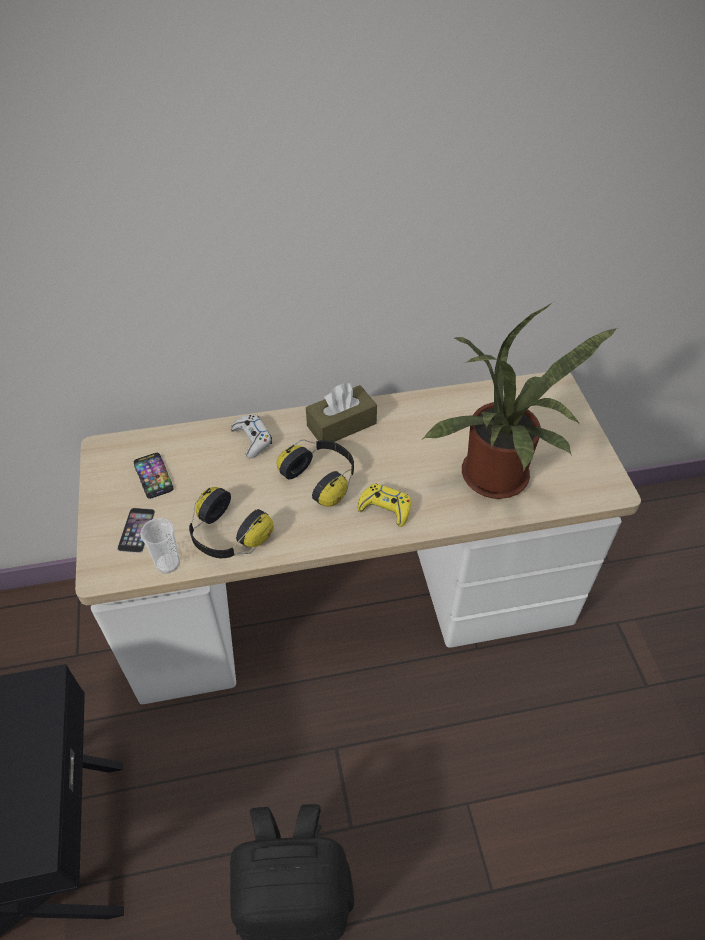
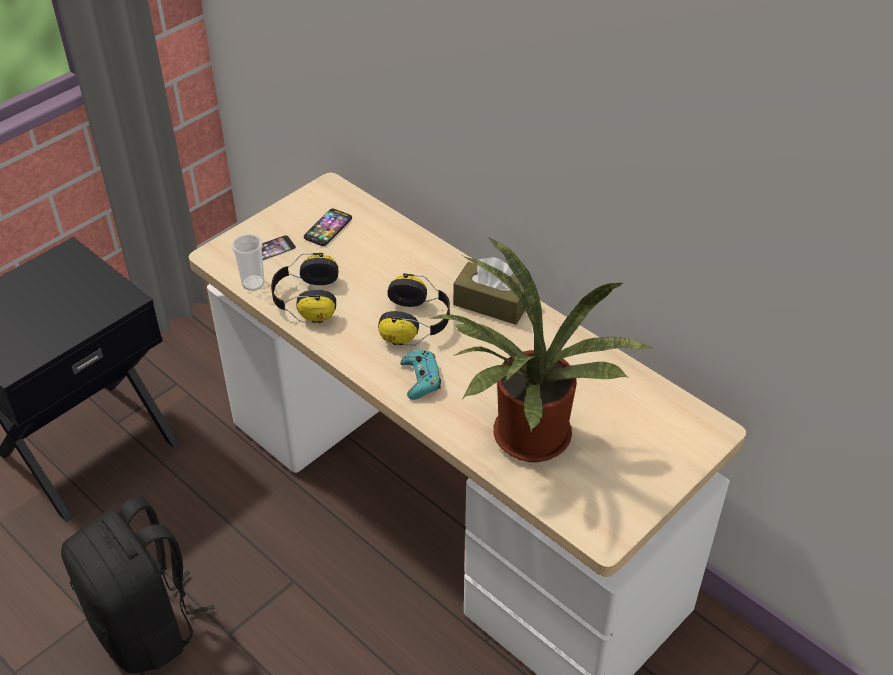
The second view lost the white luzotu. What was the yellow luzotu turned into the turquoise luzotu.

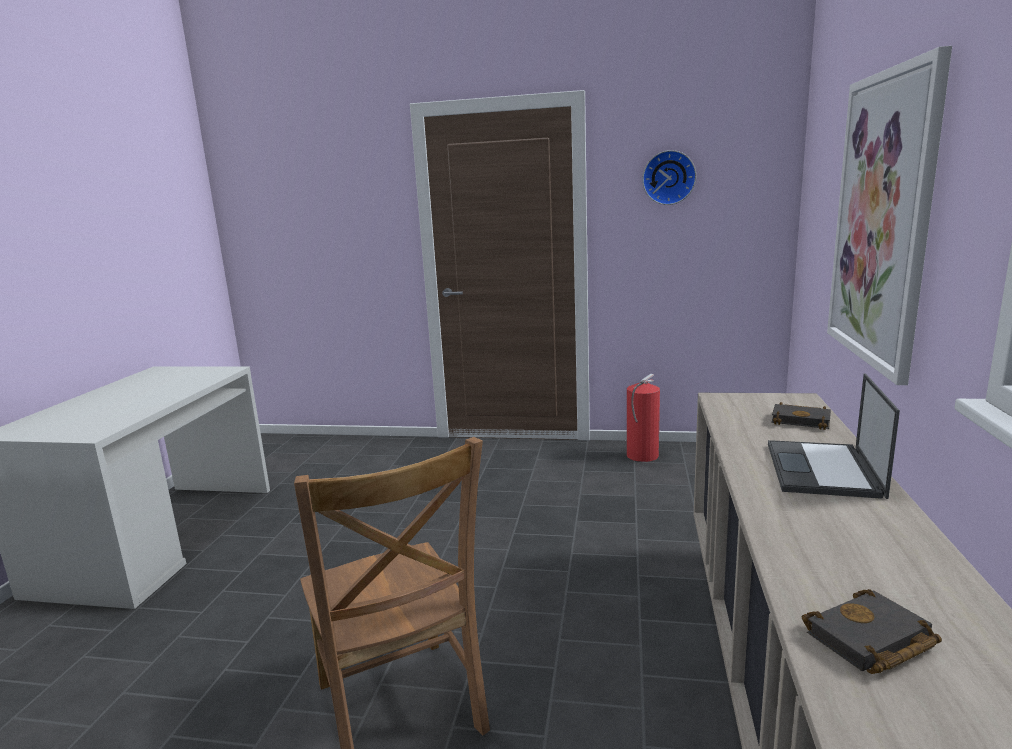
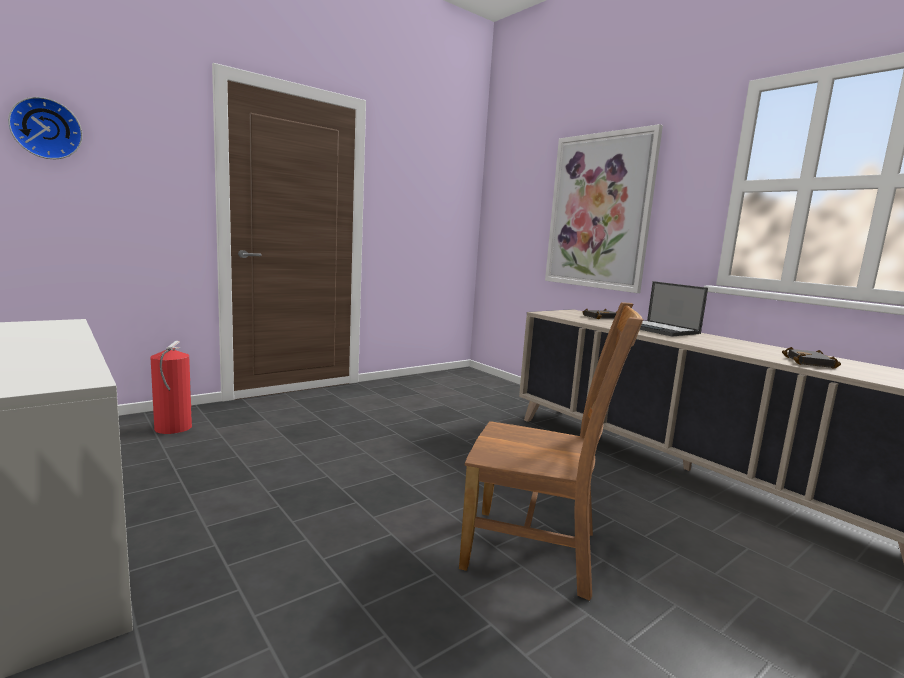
The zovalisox ended up elsewhere. The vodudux ended up elsewhere.

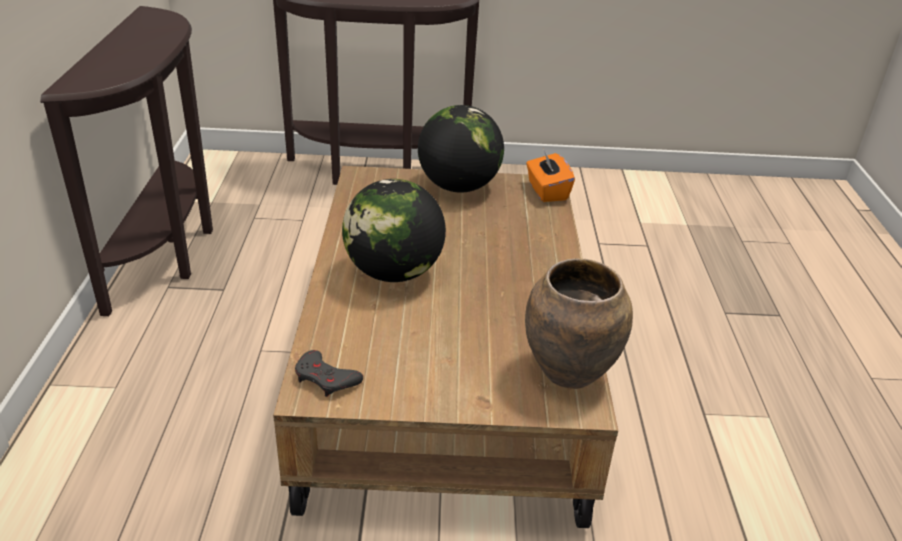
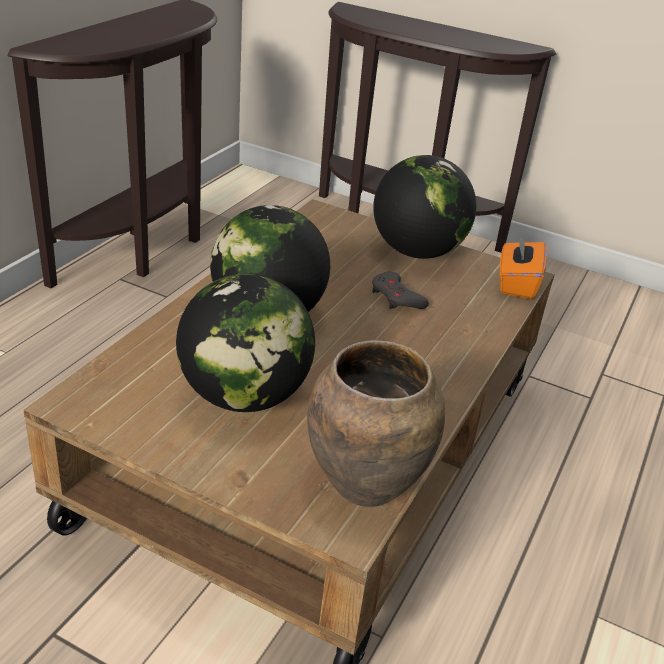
The grey luzotu ended up elsewhere. The second view gained the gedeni (no. 1 from left).

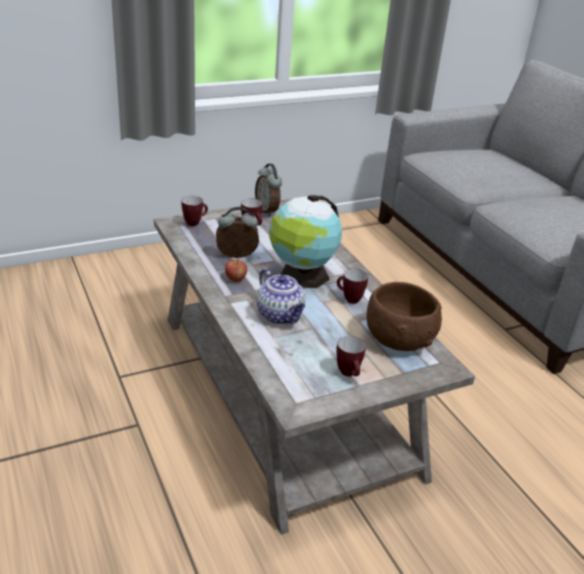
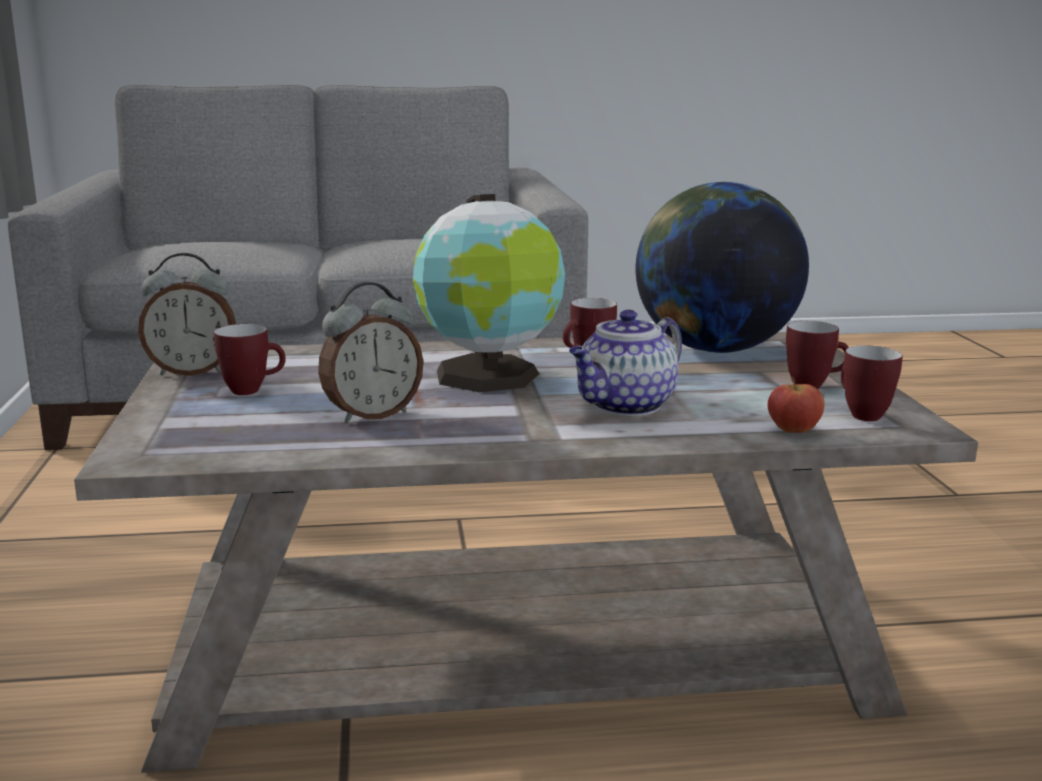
The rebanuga (no. 1 from left in the first image) ended up elsewhere. The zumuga (no. 1 from left in the first image) ended up facing another way, 135 degrees counterclockwise from before. The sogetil ended up elsewhere. The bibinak ended up facing another way, 150 degrees clockwise from before. Where the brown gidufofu stood, the gedeni (no. 2 from left) came to stand.

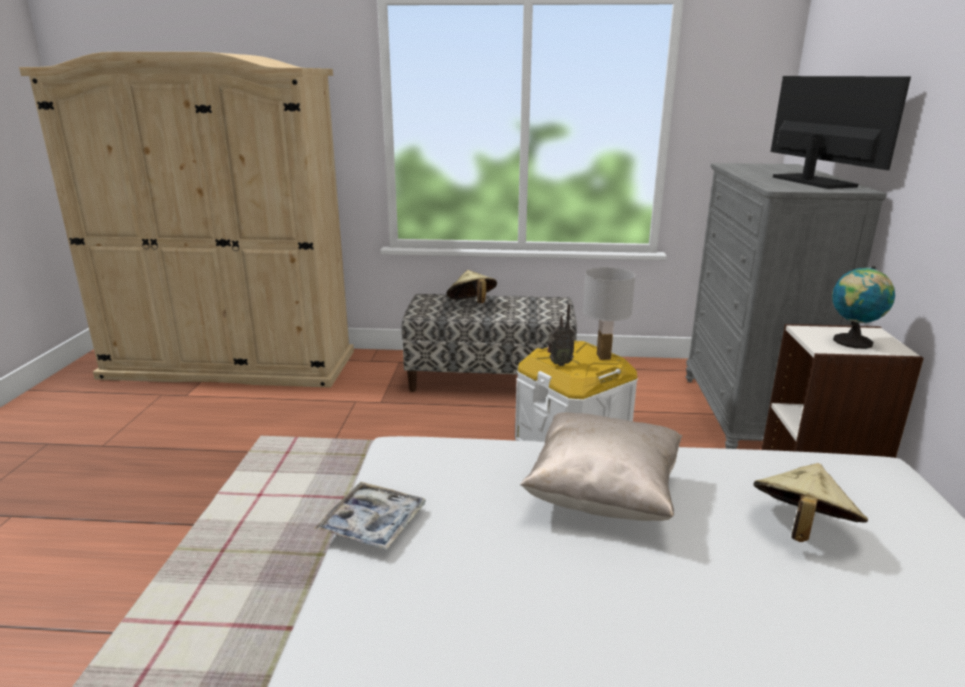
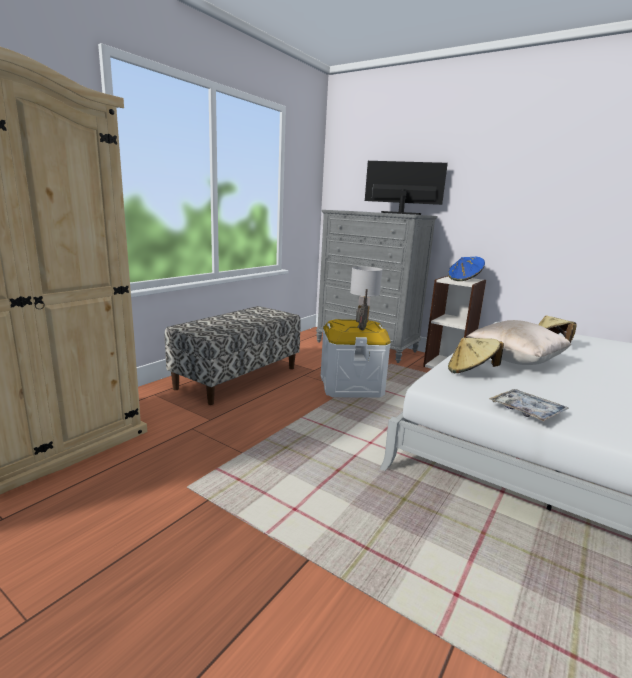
The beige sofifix (no. 1 from left) ended up elsewhere. Where the gedeni stood, the blue sofifix came to stand.

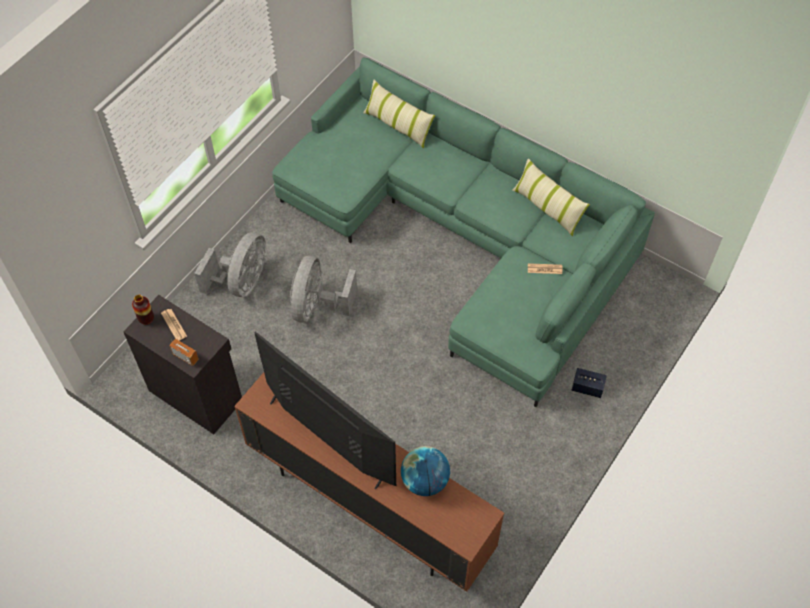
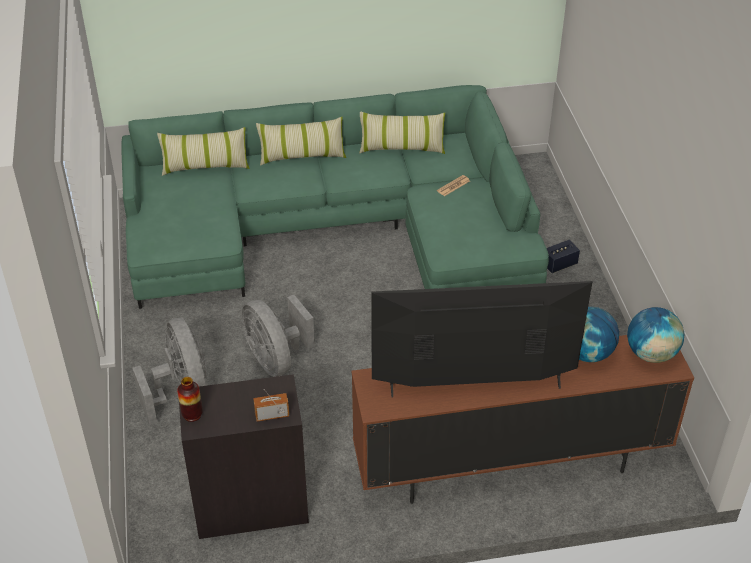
The second view lost the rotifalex (no. 1 from left). The second view gained the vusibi (no. 2 from left). The second view gained the gedeni (no. 2 from left).

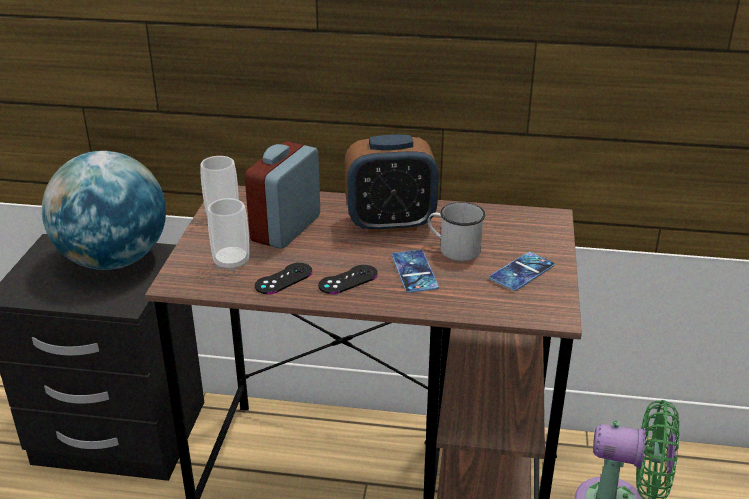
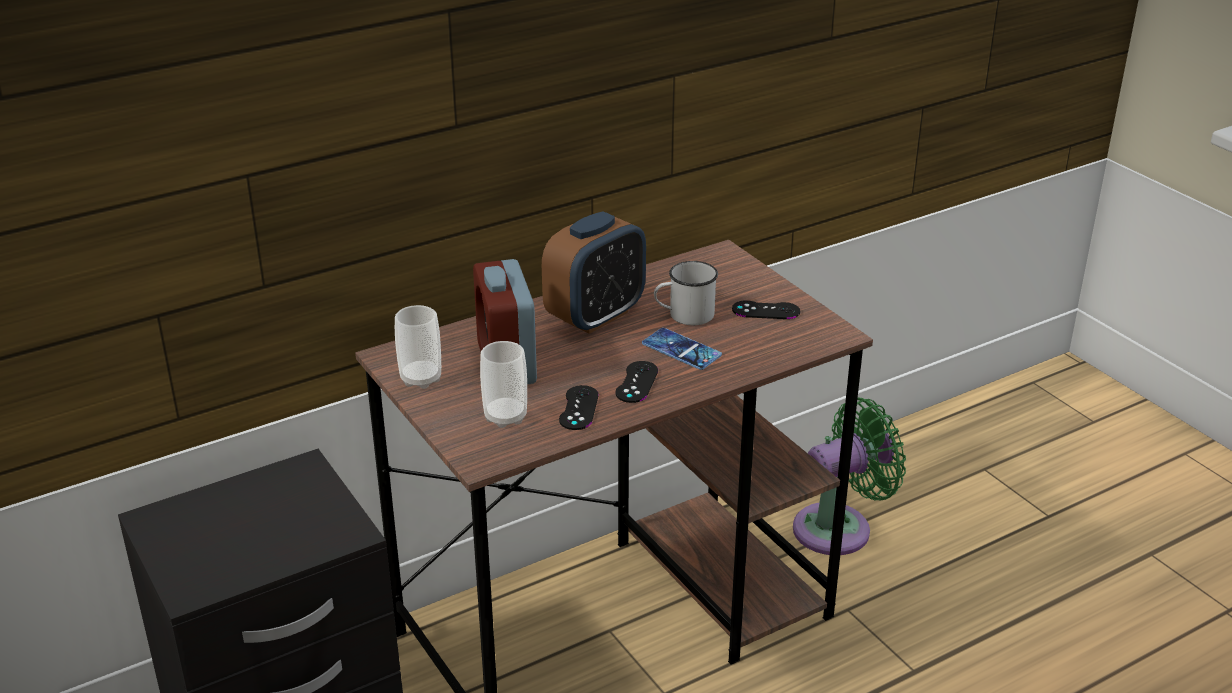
The second view lost the gedeni. Where the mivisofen (no. 2 from left) stood, the black luzotu (no. 3 from left) came to stand.

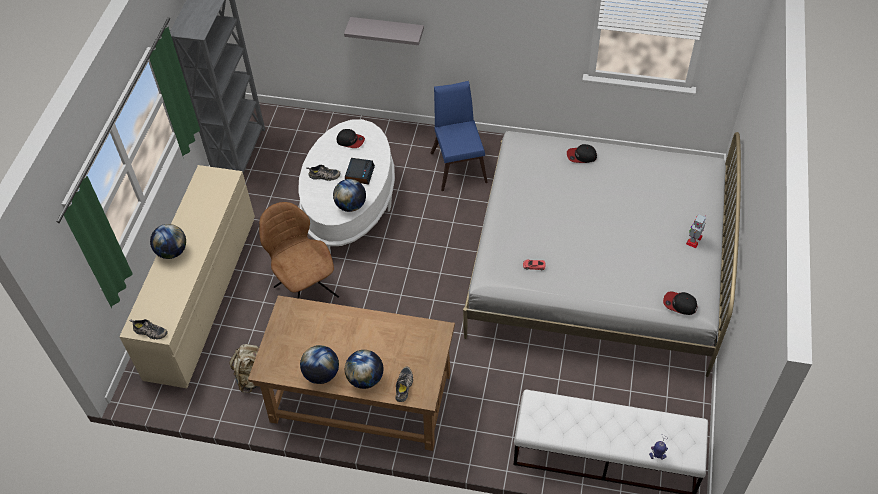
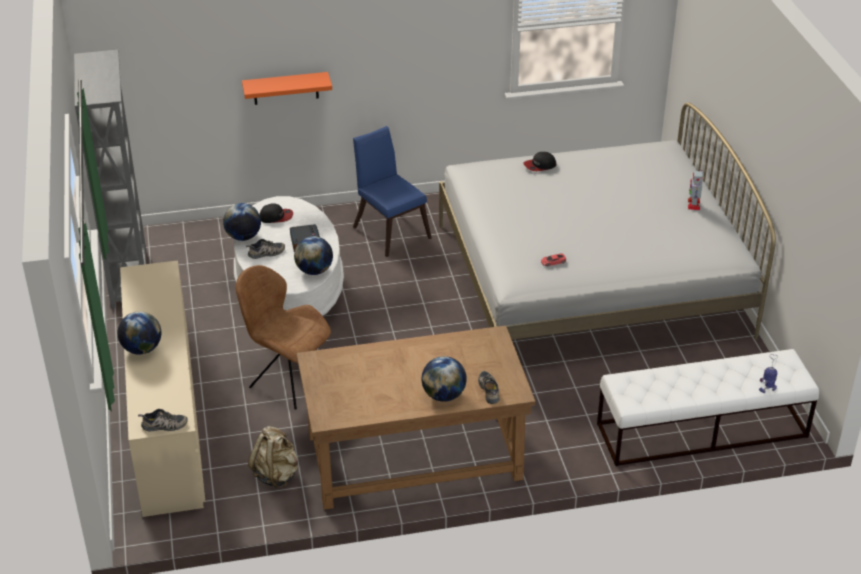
The gedeni (no. 2 from left) ended up elsewhere. What was the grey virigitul turned into the orange virigitul. The second view lost the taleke (no. 3 from left).

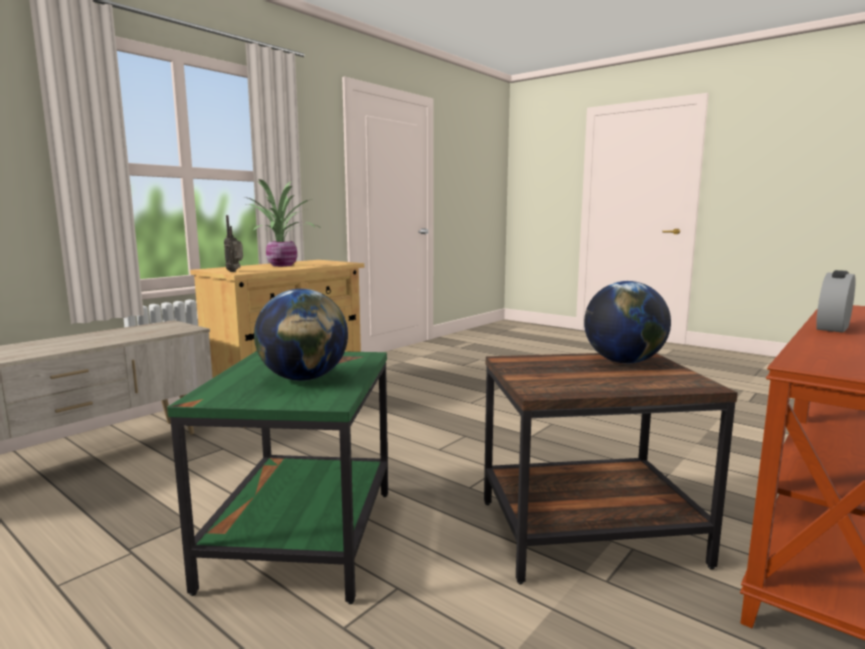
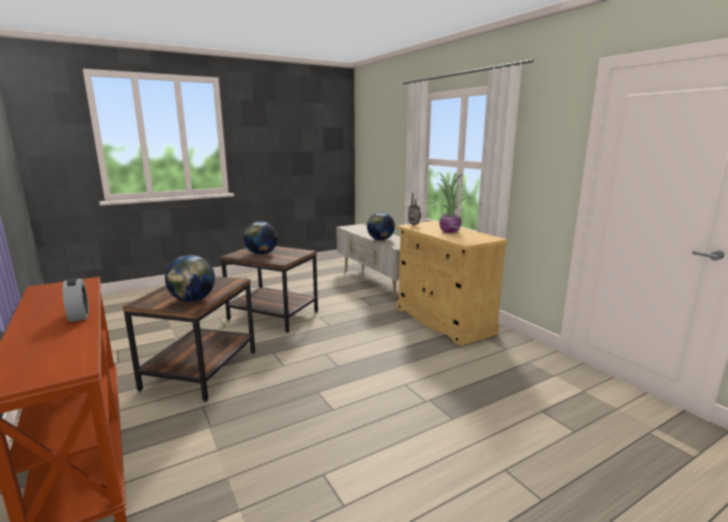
What was the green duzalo turned into the brown duzalo (no. 2 from left). The second view gained the gedeni (no. 3 from left).

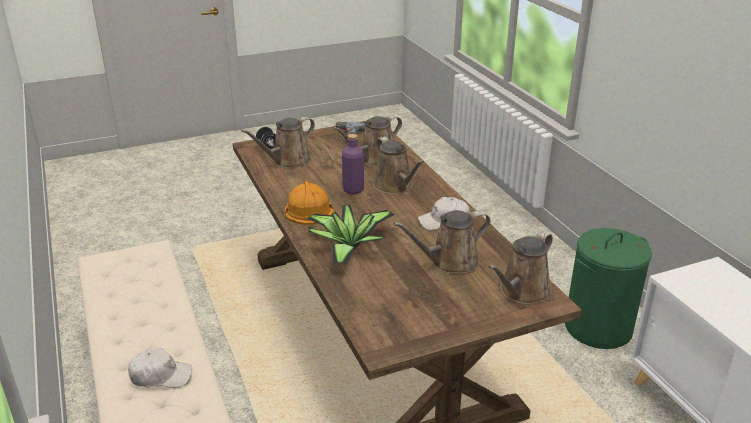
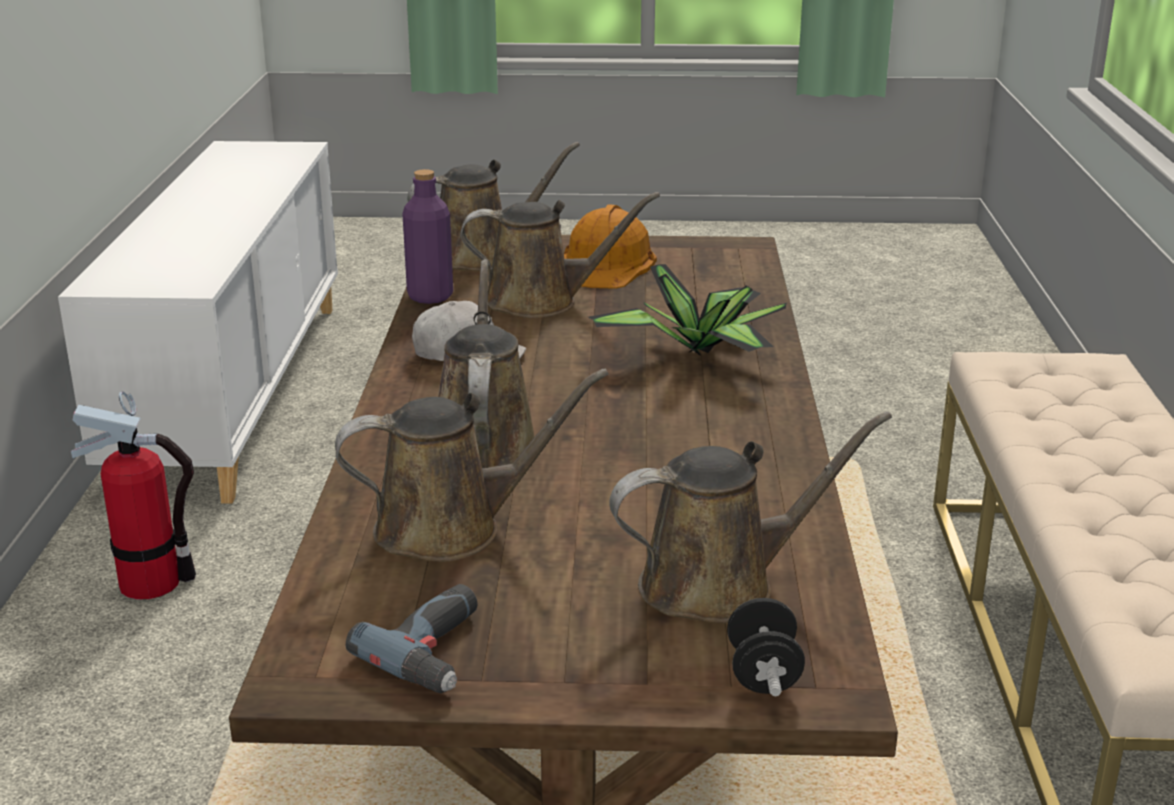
The second view lost the white taleke (no. 1 from left). The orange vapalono ended up elsewhere. The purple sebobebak ended up elsewhere. Where the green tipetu stood, the zovalisox came to stand.

